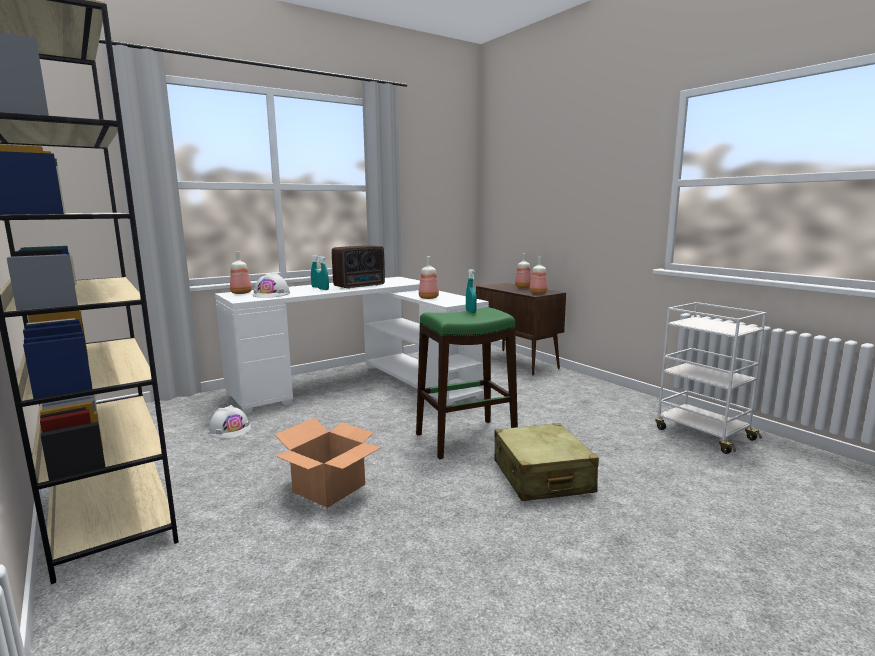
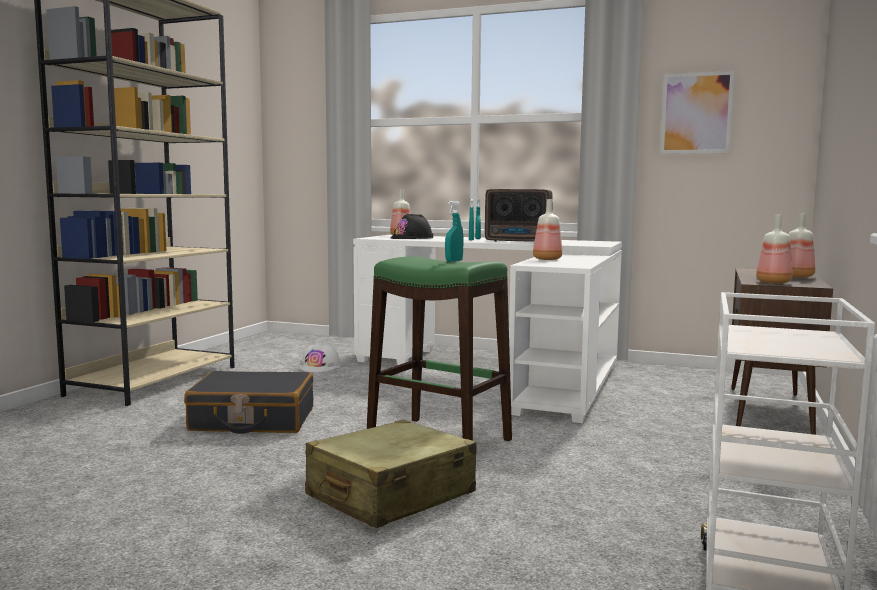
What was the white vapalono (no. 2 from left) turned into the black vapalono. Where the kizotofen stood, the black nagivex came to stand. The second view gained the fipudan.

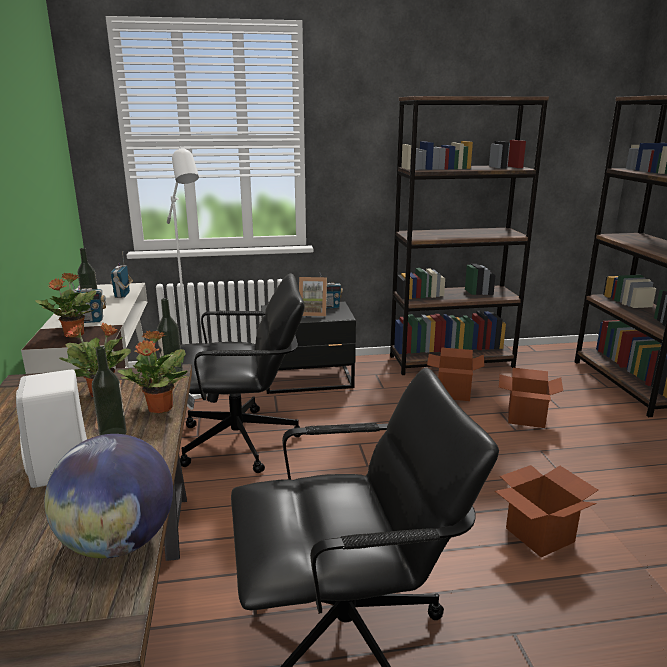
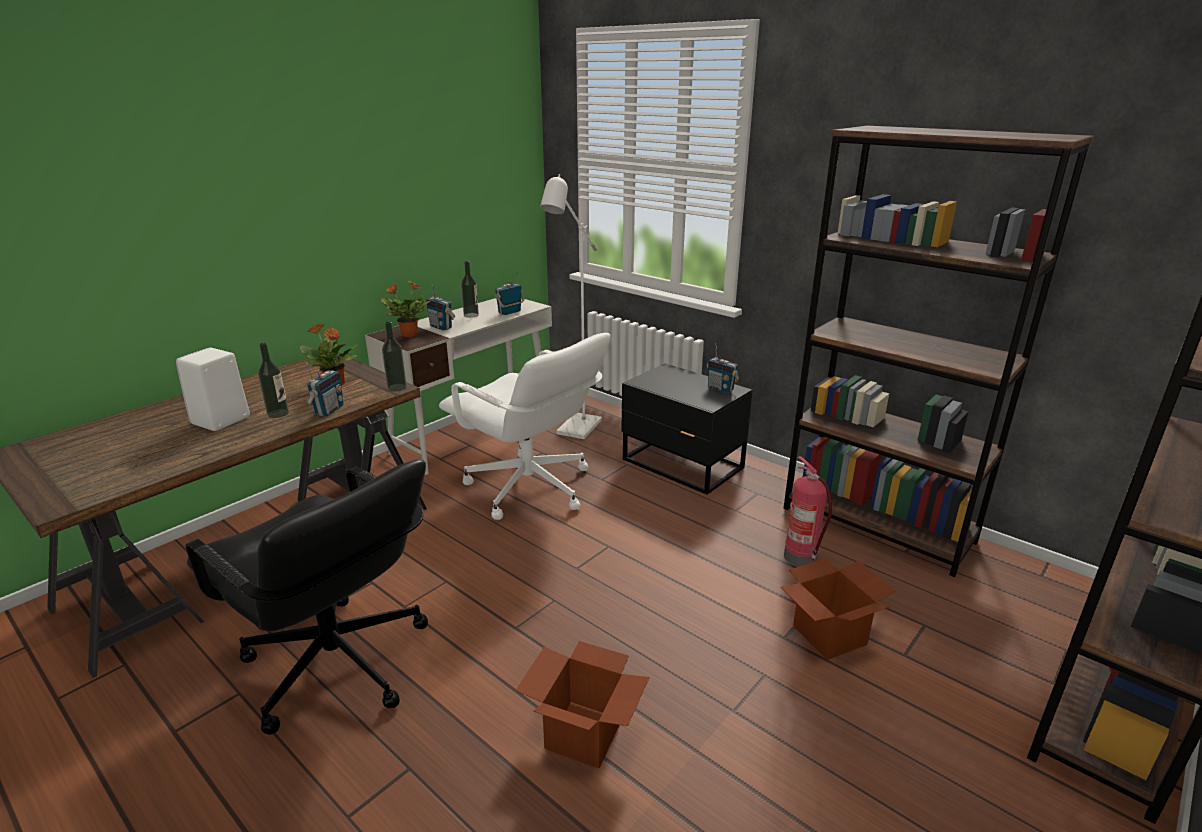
The second view lost the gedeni. Where the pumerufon (no. 3 from left) stood, the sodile (no. 1 from left) came to stand. What was the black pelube (no. 1 from left) turned into the white pelube. The second view lost the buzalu. Where the kizotofen (no. 1 from left) stood, the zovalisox came to stand.

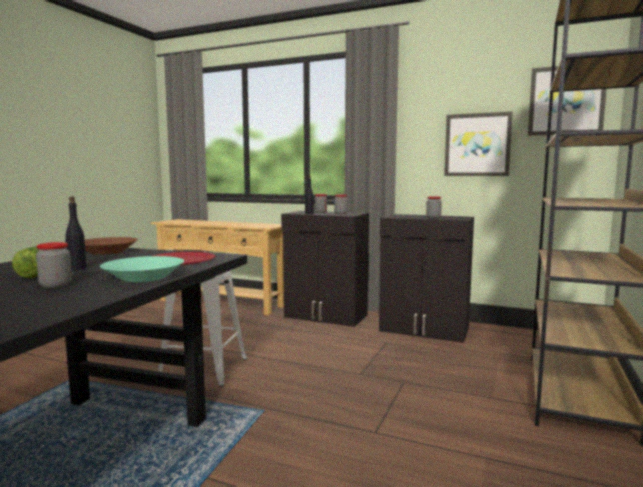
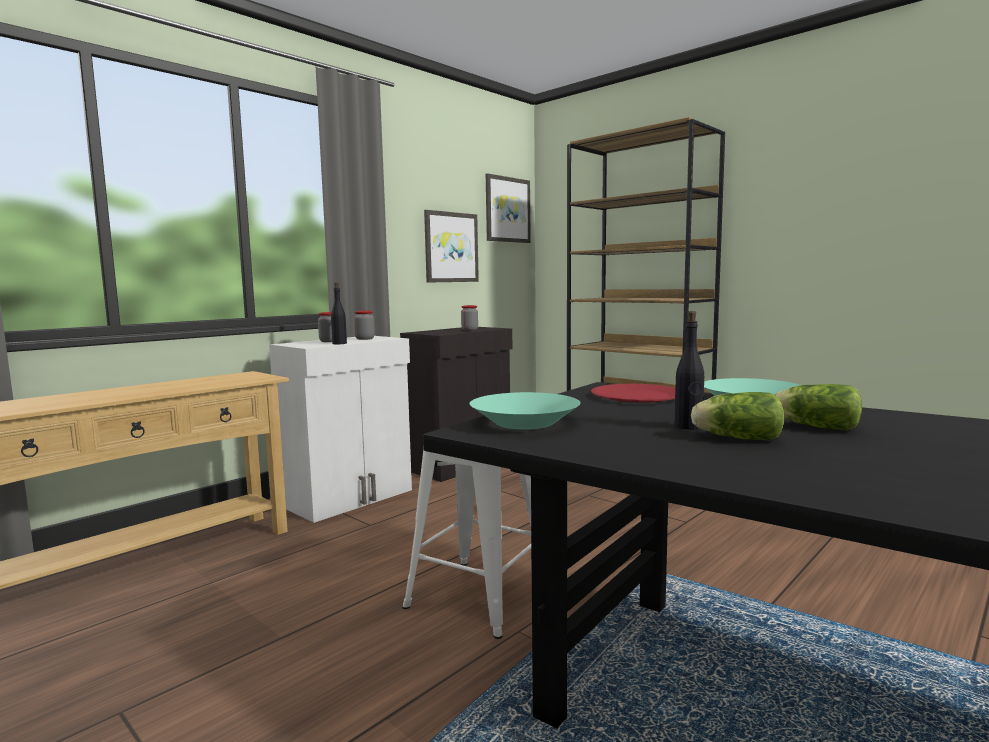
Where the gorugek (no. 1 from left) stood, the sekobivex (no. 2 from left) came to stand. What was the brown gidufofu turned into the turquoise gidufofu (no. 1 from left). What was the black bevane (no. 1 from left) turned into the white bevane.

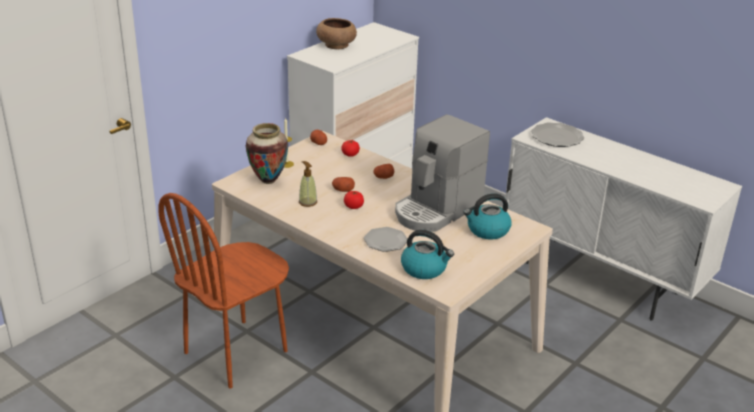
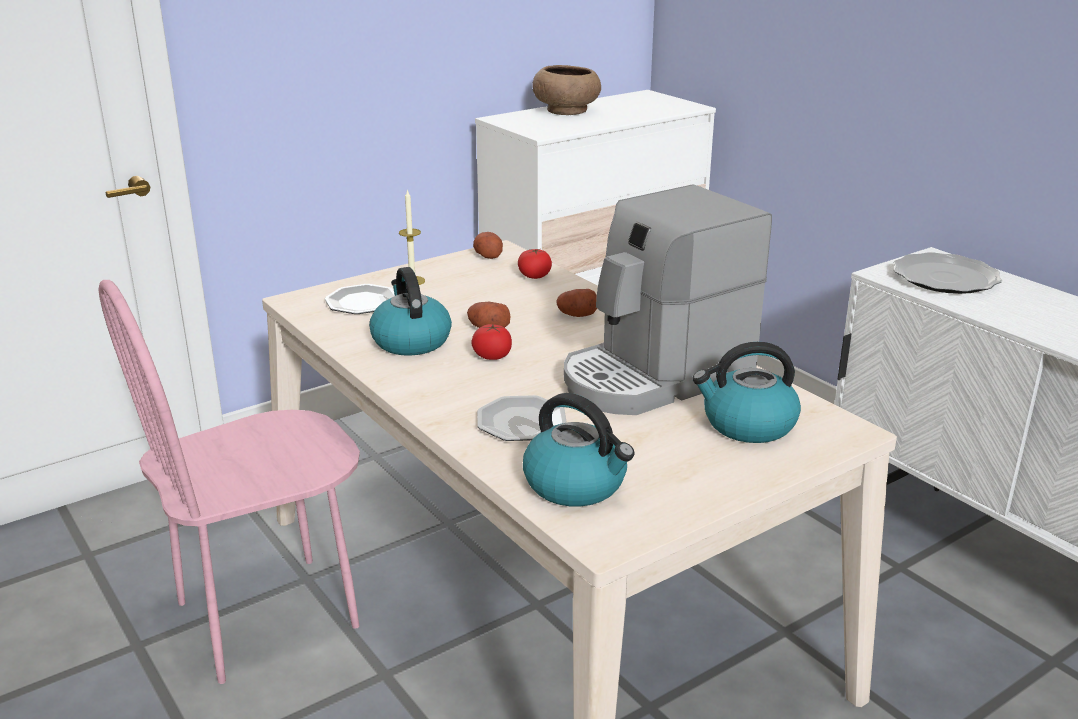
What was the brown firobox turned into the pink firobox. Where the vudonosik stood, the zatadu (no. 1 from left) came to stand. Where the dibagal stood, the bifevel (no. 1 from left) came to stand.

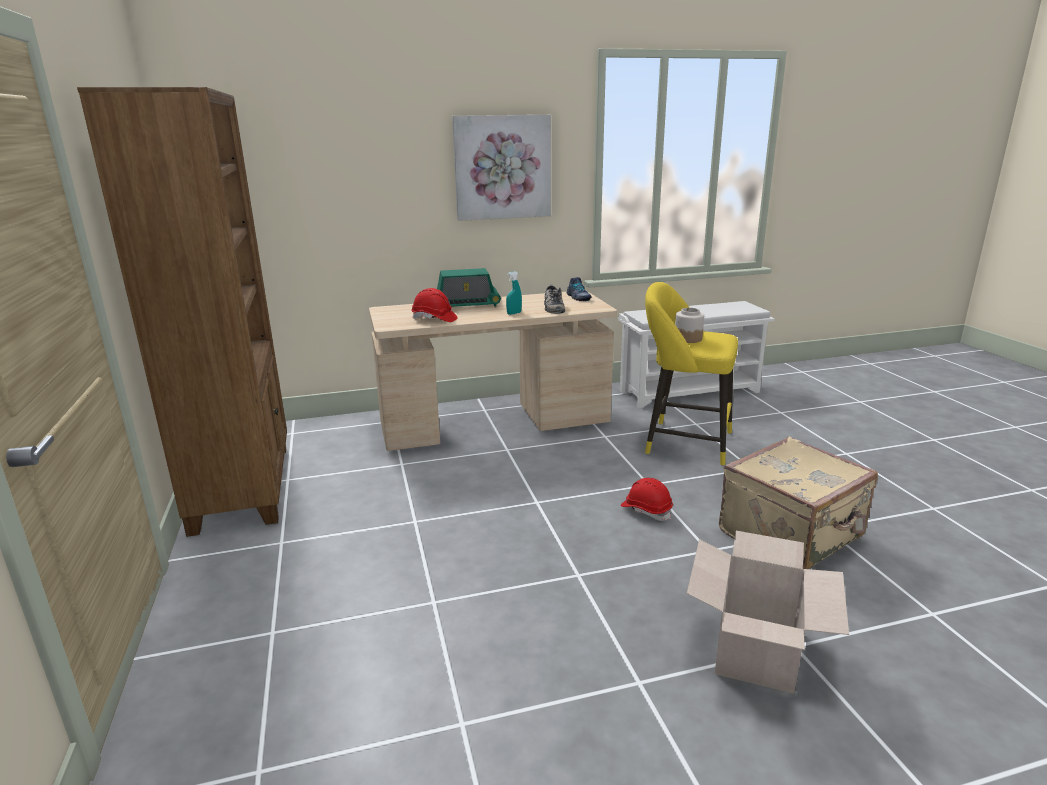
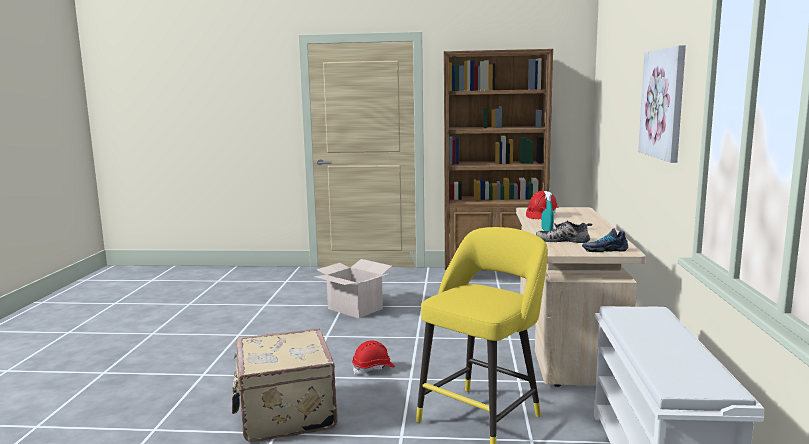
The second view lost the sodile. The second view lost the gorugek. The kizotofen ended up elsewhere.

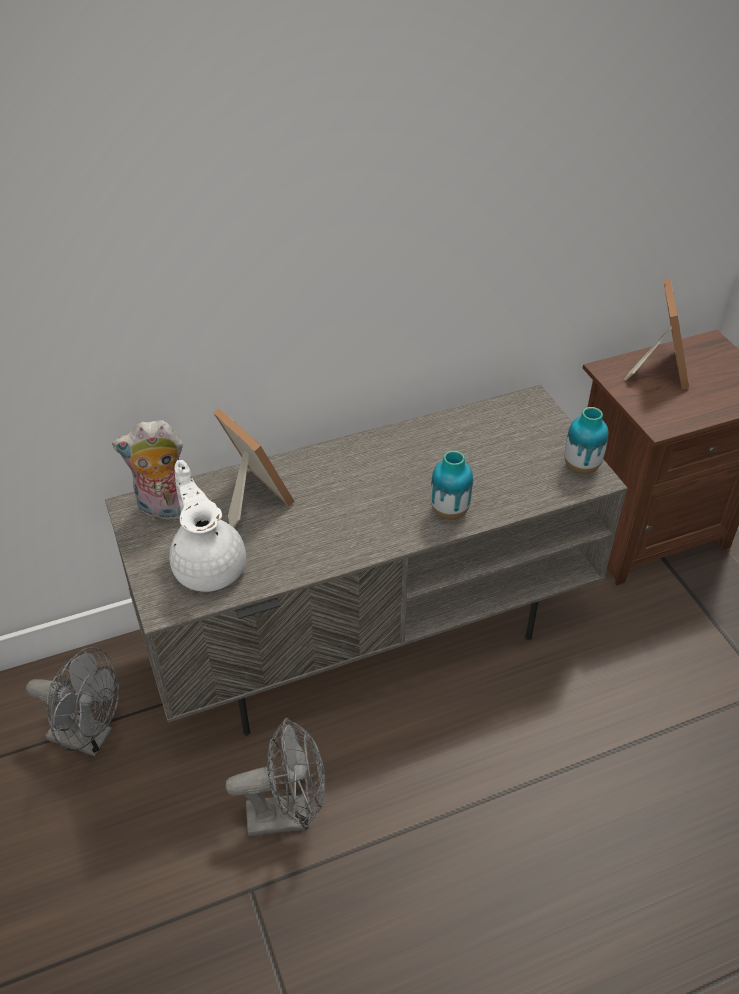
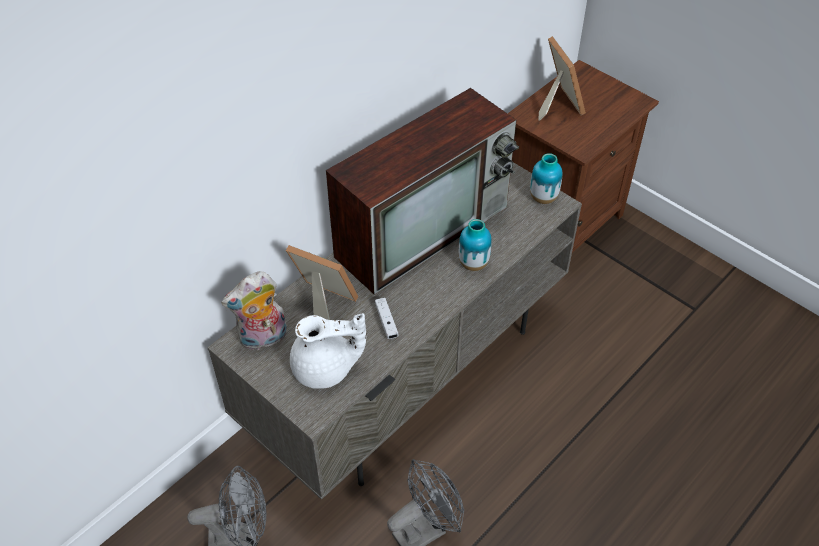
The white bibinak ended up facing another way, 135 degrees clockwise from before. The second view gained the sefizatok. The second view gained the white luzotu.

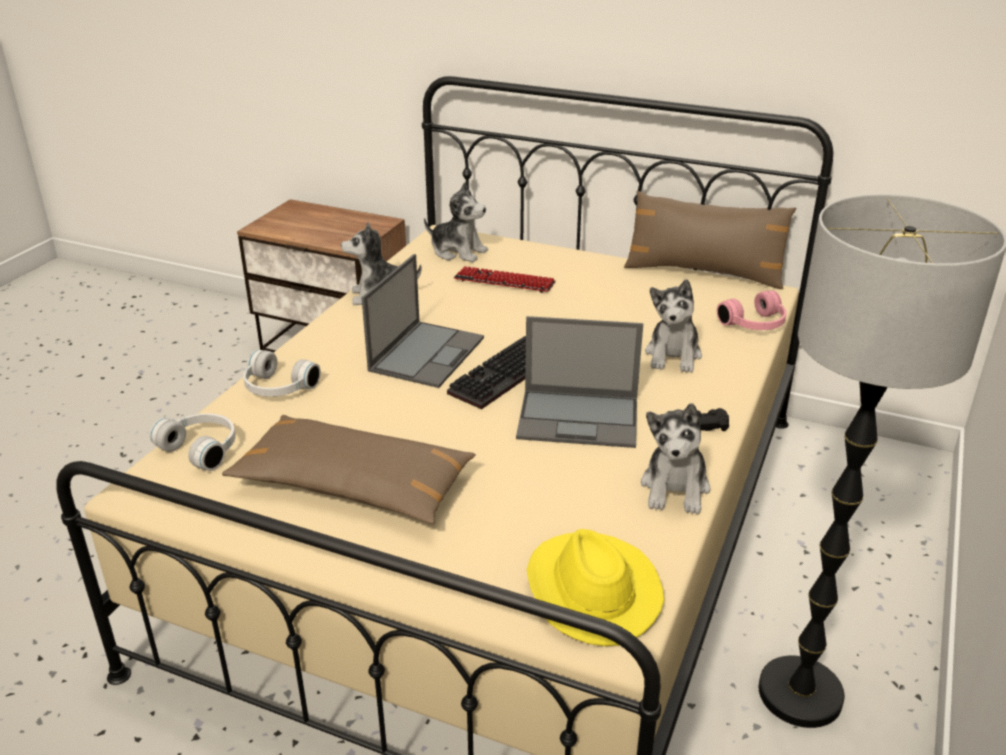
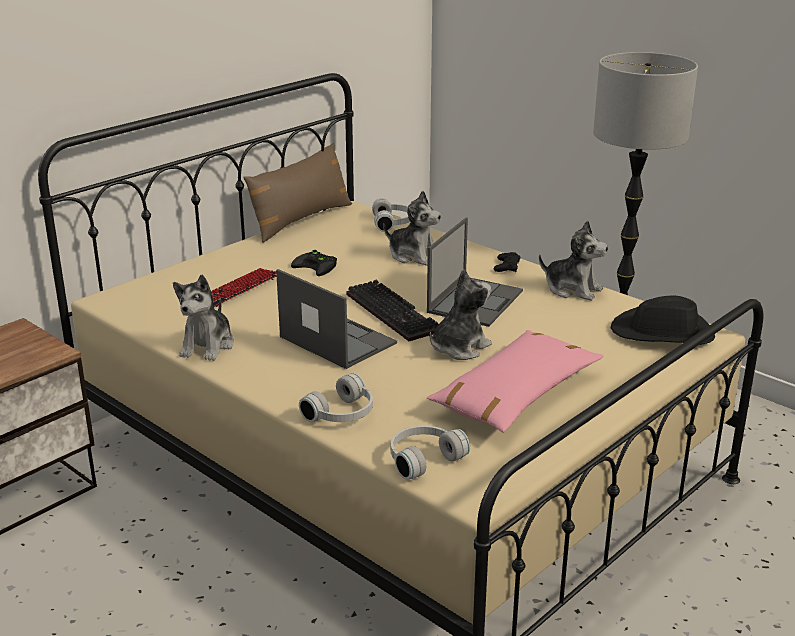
What was the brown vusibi (no. 1 from left) turned into the pink vusibi. The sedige (no. 2 from left in the first image) ended up elsewhere. What was the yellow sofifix turned into the black sofifix. What was the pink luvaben turned into the white luvaben (no. 2 from left). The second view gained the black luzotu (no. 1 from left).

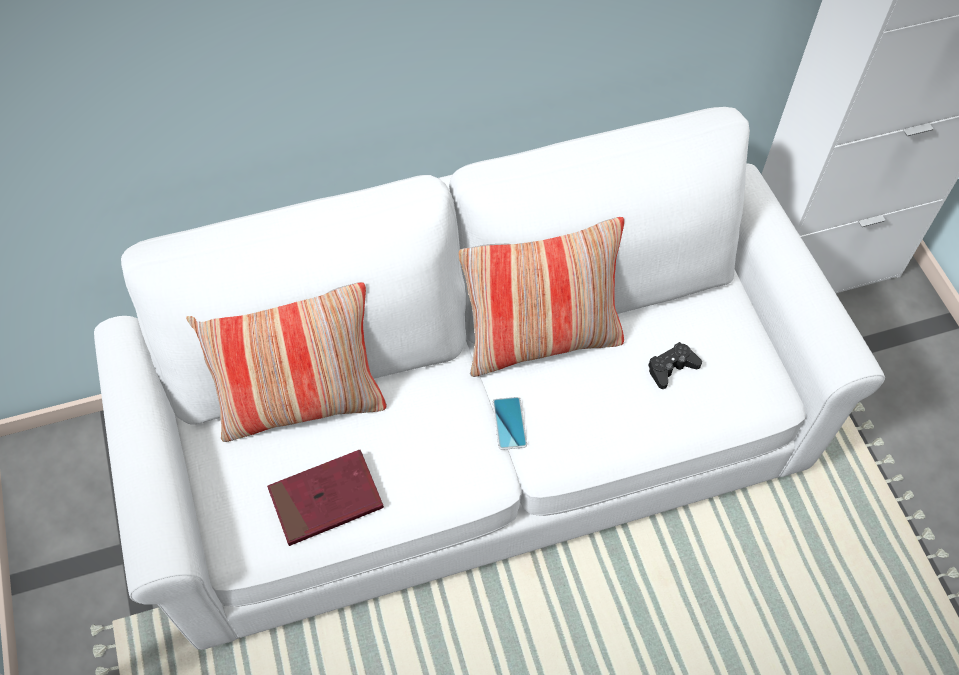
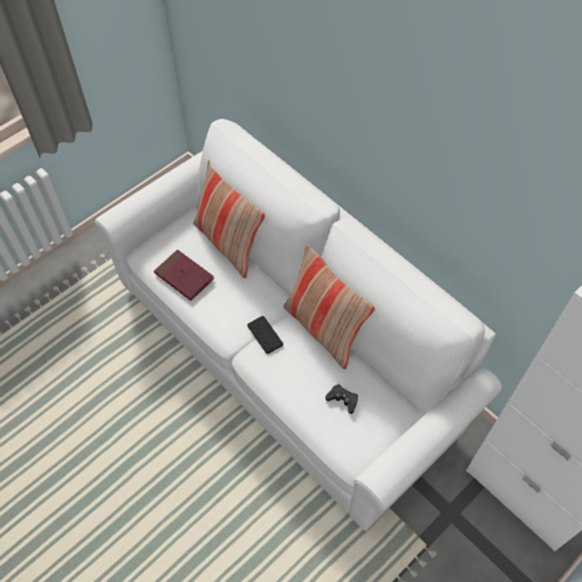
Where the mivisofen stood, the black luzotu (no. 1 from left) came to stand.

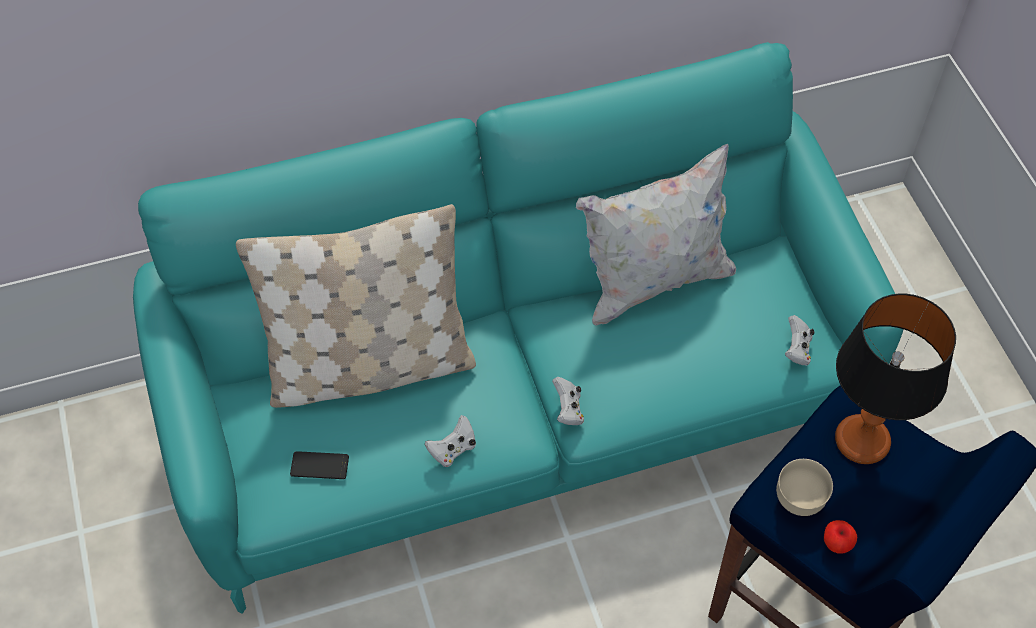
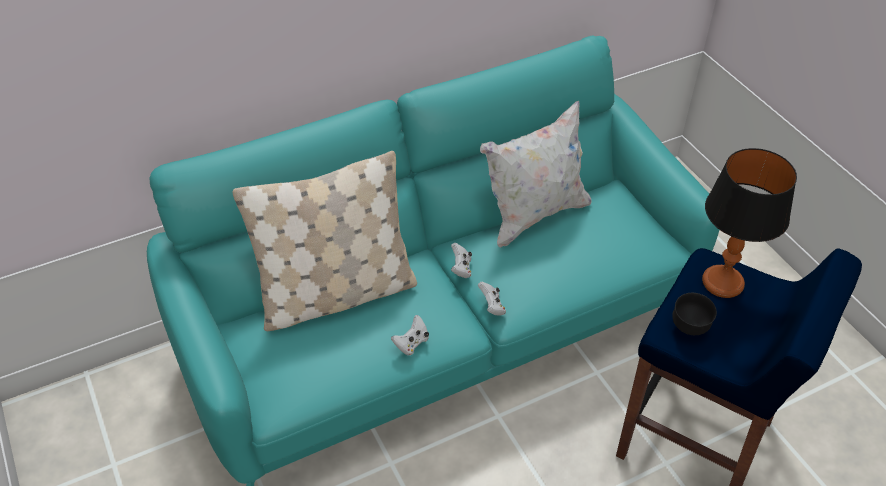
The second view lost the mivisofen. What was the beige gidufofu turned into the black gidufofu. The white luzotu (no. 3 from left in the first image) ended up elsewhere. The second view lost the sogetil.

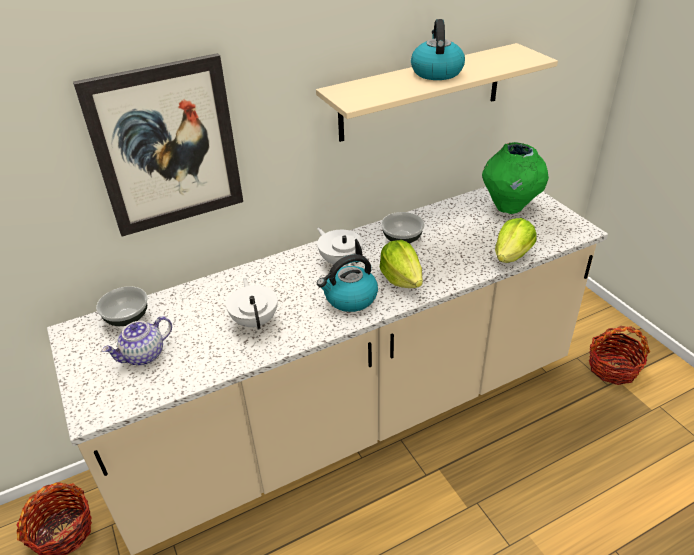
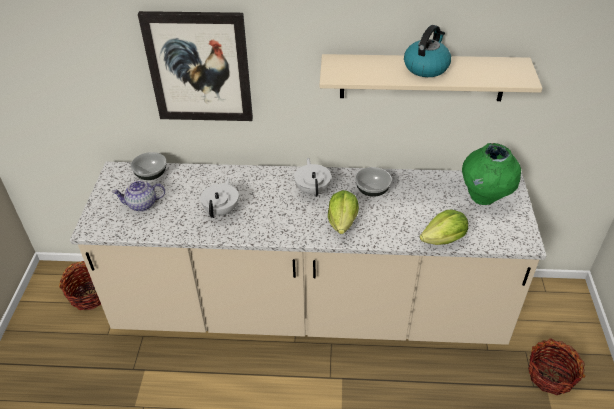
The second view lost the bifevel (no. 1 from left).

